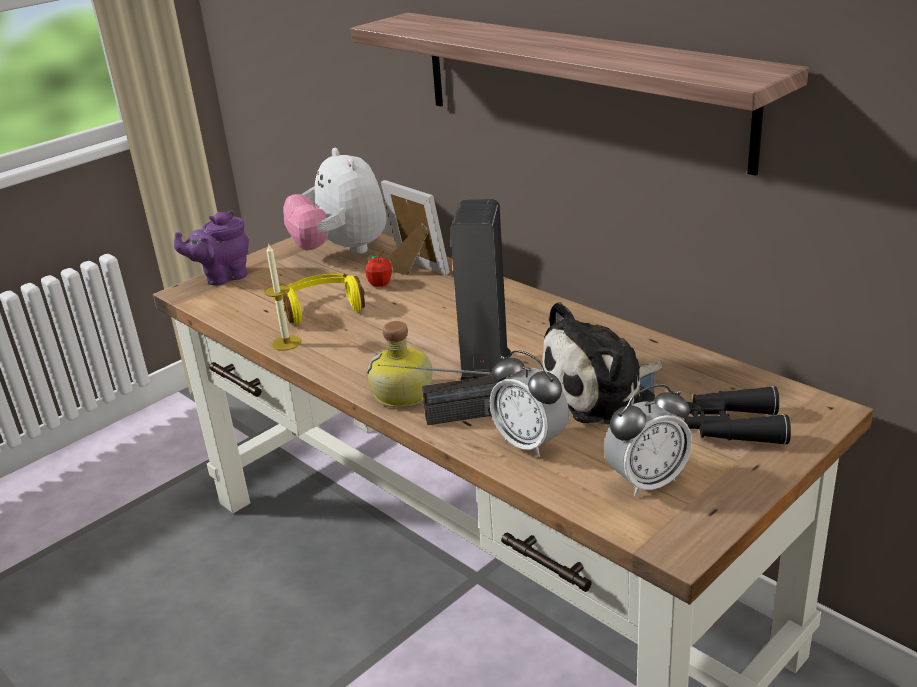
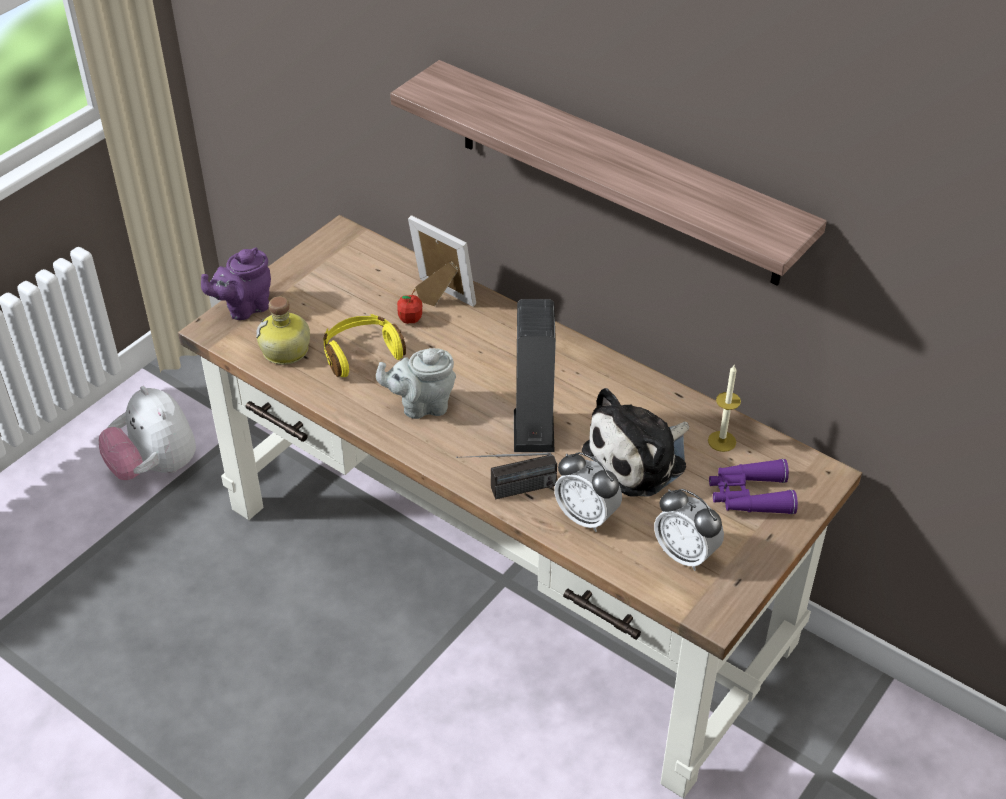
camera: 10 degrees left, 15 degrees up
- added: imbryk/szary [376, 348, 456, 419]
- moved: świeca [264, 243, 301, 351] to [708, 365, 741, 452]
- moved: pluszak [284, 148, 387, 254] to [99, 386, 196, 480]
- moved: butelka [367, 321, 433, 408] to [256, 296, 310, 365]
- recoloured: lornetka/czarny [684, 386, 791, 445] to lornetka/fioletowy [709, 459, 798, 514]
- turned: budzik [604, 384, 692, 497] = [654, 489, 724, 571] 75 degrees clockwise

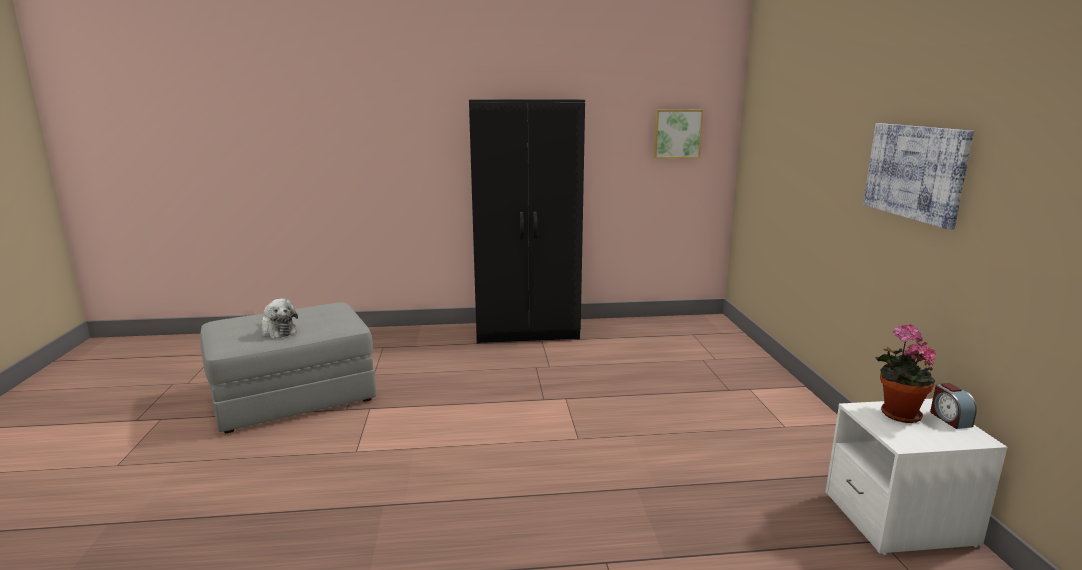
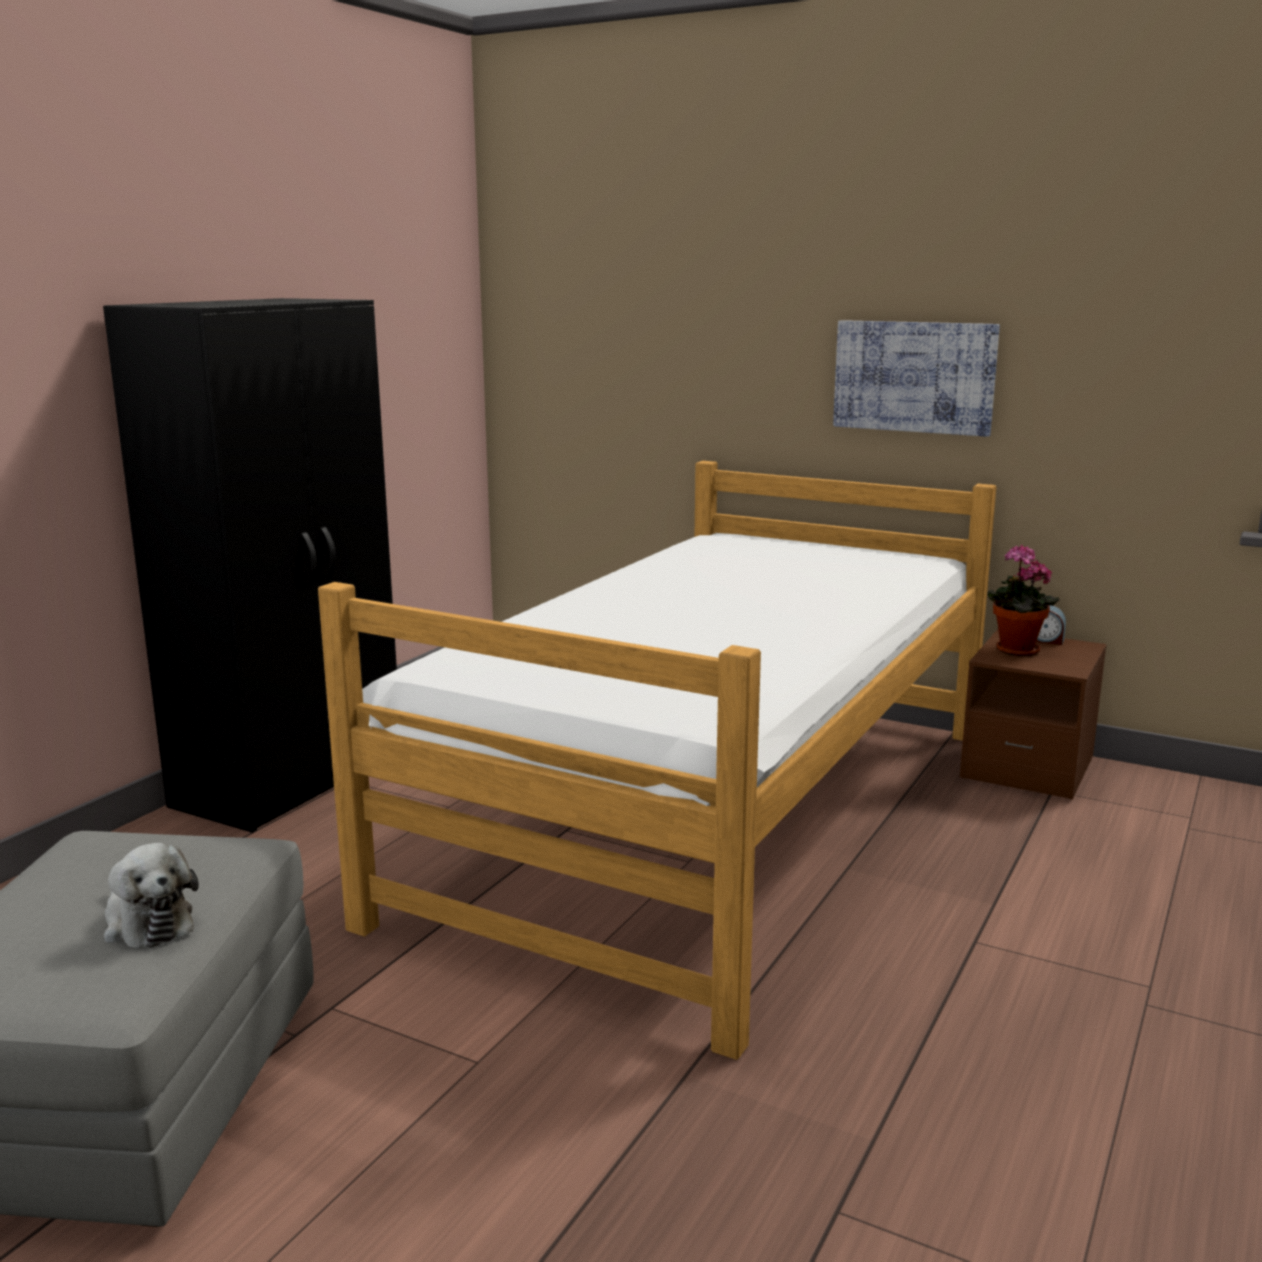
camera: 55 degrees left, 0 degrees up
- removed: obraz [653, 110, 704, 159]
- added: łóżko [318, 461, 996, 1060]
- recoloured: szafka nocna/biały [825, 399, 1008, 555] to szafka nocna/brązowy [960, 629, 1107, 799]
- turned: pluszak [261, 299, 298, 338] = [104, 843, 199, 948] 60 degrees clockwise

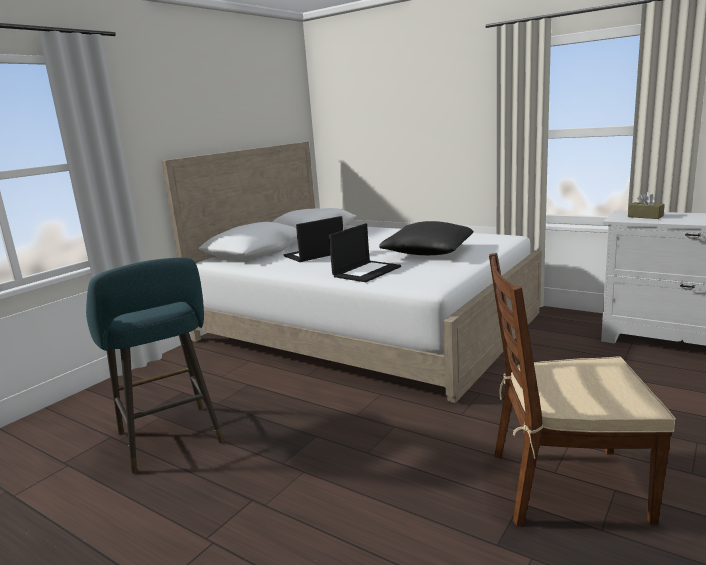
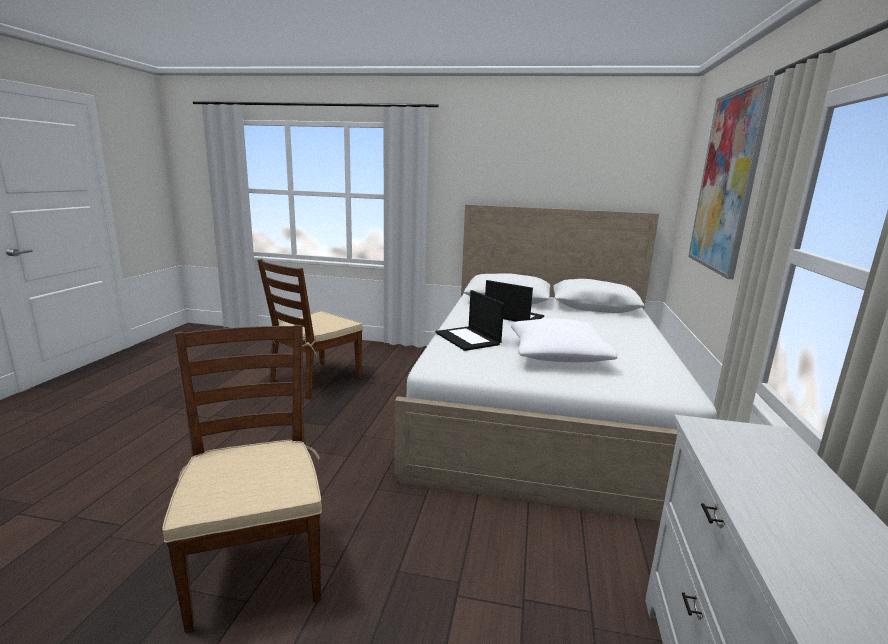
camera: 65 degrees right, 0 degrees up
- removed: pudełko chusteczek/brązowy [628, 192, 665, 219]
- added: obraz [688, 75, 776, 279]
- replaced: stołek/turkusowy [86, 257, 224, 474] to krzesło/brązowy [257, 259, 363, 399]
- recoloured: poduszka/czarny [379, 221, 473, 255] to poduszka/biały [511, 319, 618, 362]
- turned: laptop [329, 223, 401, 282] = [435, 290, 504, 351] 45 degrees clockwise

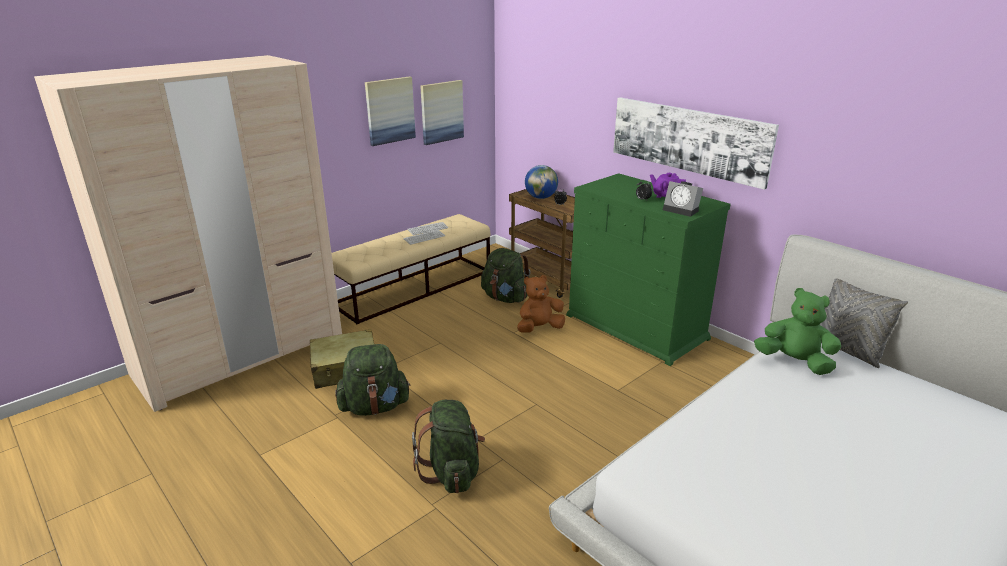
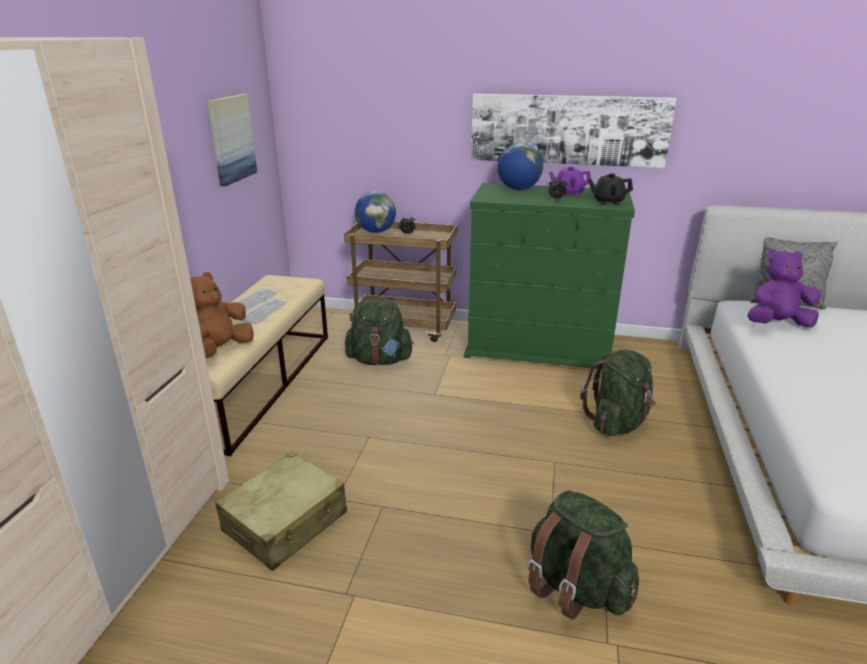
camera: 35 degrees left, 0 degrees up
- removed: obraz [365, 76, 416, 146]
- added: globus [498, 143, 543, 190]
- moved: plecak/zielony [335, 344, 411, 416] to [580, 349, 656, 436]
- moved: pluszak/brązowy [517, 275, 565, 333] to [190, 272, 254, 358]
- replaced: budzik [663, 181, 703, 217] to imbryk/czarny [588, 173, 633, 205]
- recoloured: pluszak/zielony [754, 288, 841, 375] to pluszak/fioletowy [748, 249, 821, 328]

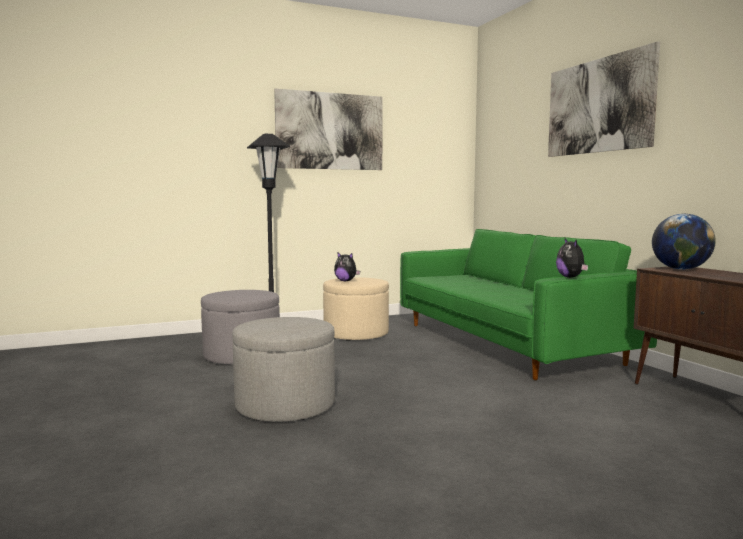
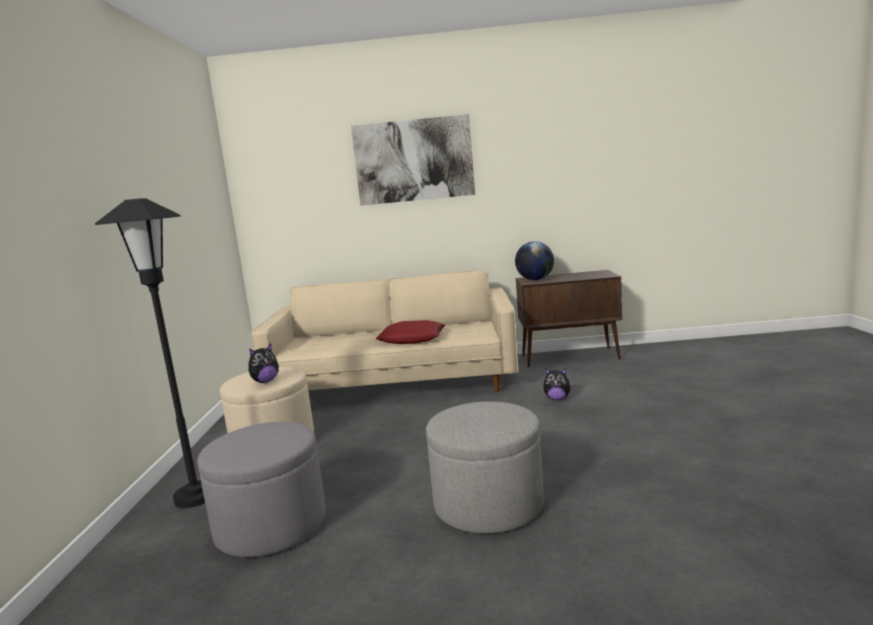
camera: 65 degrees left, 5 degrees up
- removed: obraz [274, 88, 383, 170]
- added: poduszka/czerwony [376, 320, 445, 344]
- moved: pluszak [556, 239, 588, 278] to [543, 368, 573, 400]
- recoloured: kanapa/zielony [400, 229, 657, 380] to kanapa/beżowy [251, 270, 518, 392]

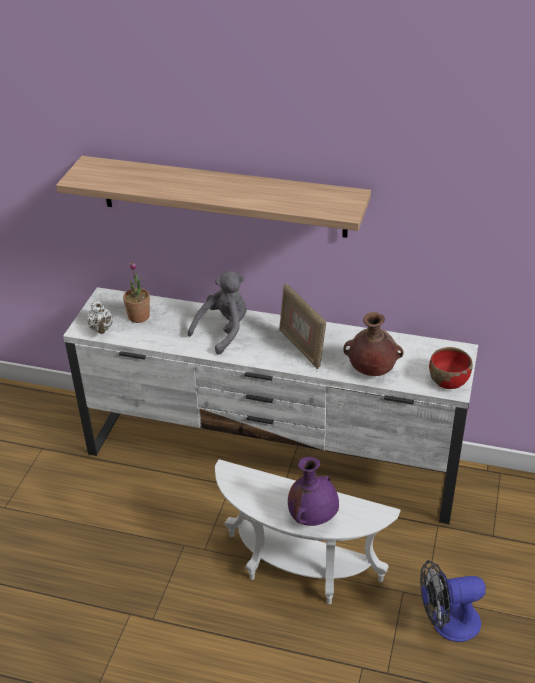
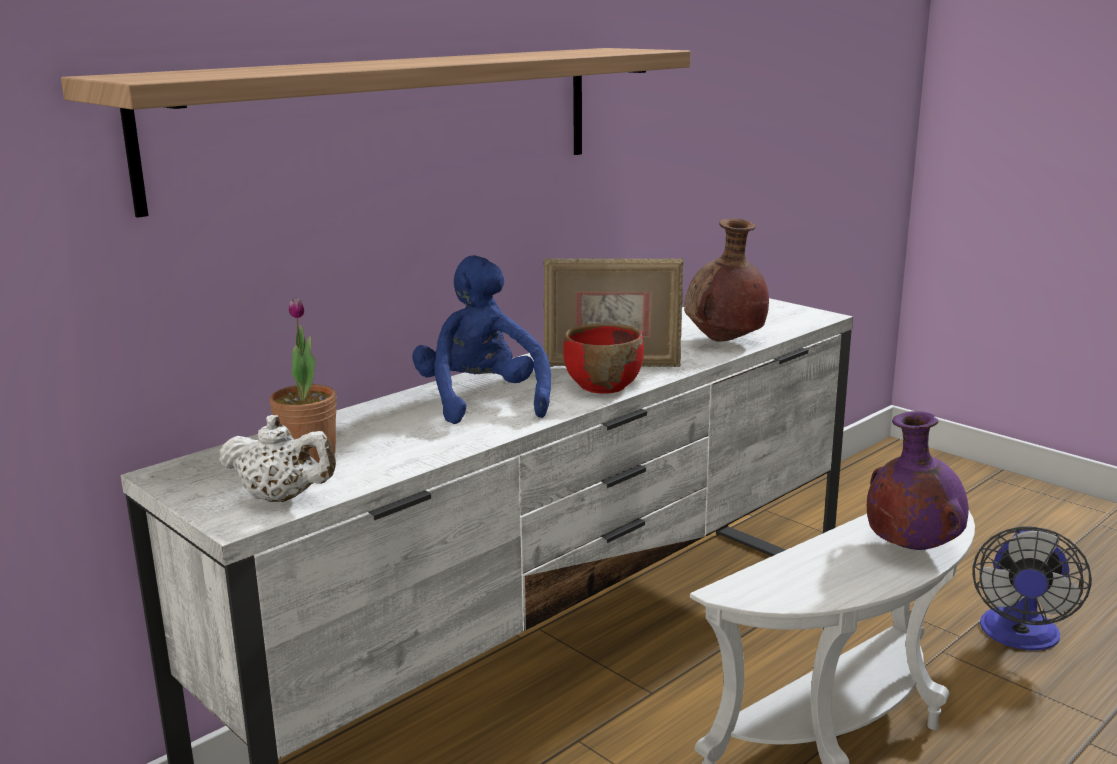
camera: 60 degrees left, 20 degrees down
- moved: miska/czerwony [429, 347, 473, 389] to [563, 324, 644, 393]
- recoloured: pluszak/szary [188, 270, 247, 355] to pluszak/niebieski [412, 255, 551, 424]

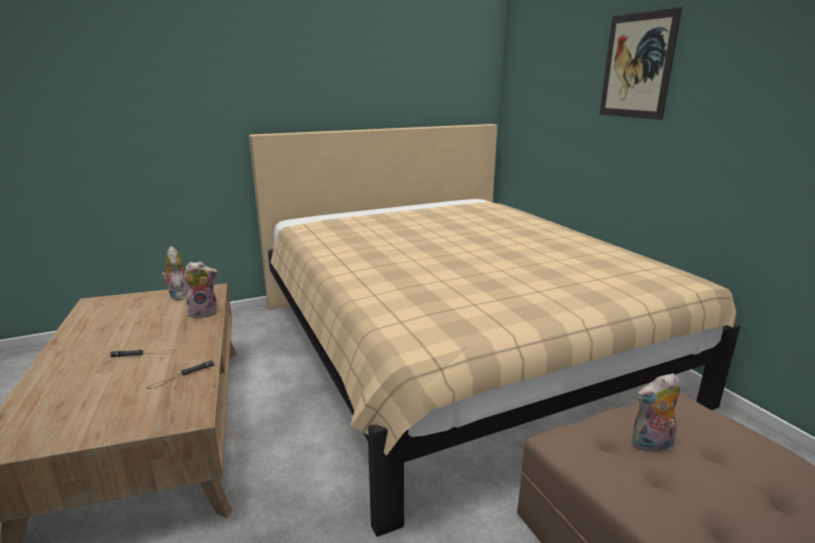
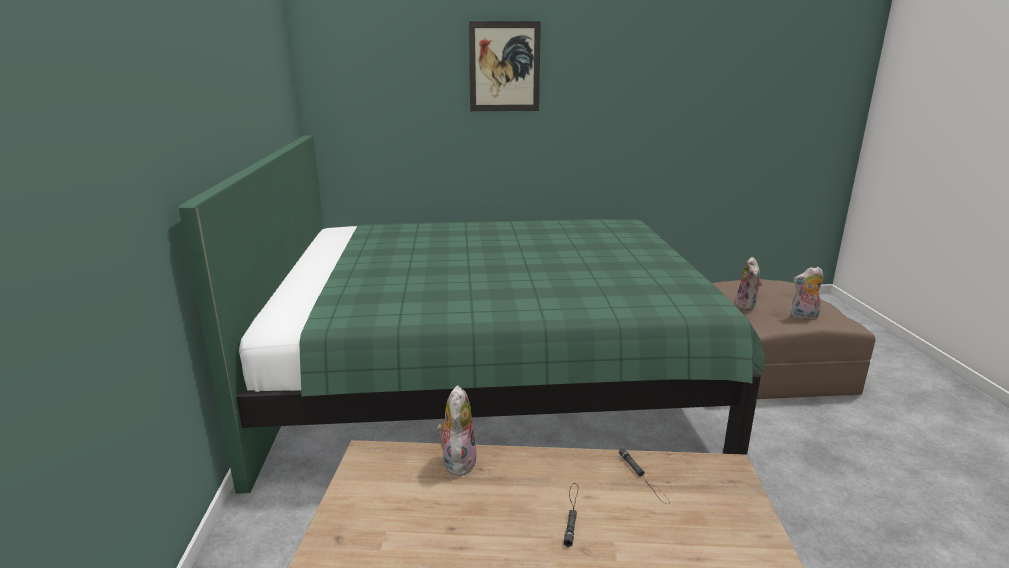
camera: 70 degrees left, 0 degrees up
- moved: pluszak [162, 246, 189, 300] to [791, 267, 824, 319]
- recoloured: łóżko/beżowy [249, 124, 740, 537] to łóżko/zielony [178, 136, 766, 494]

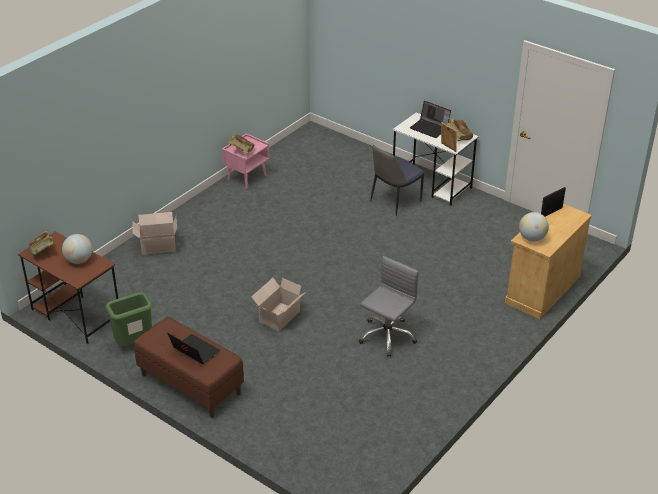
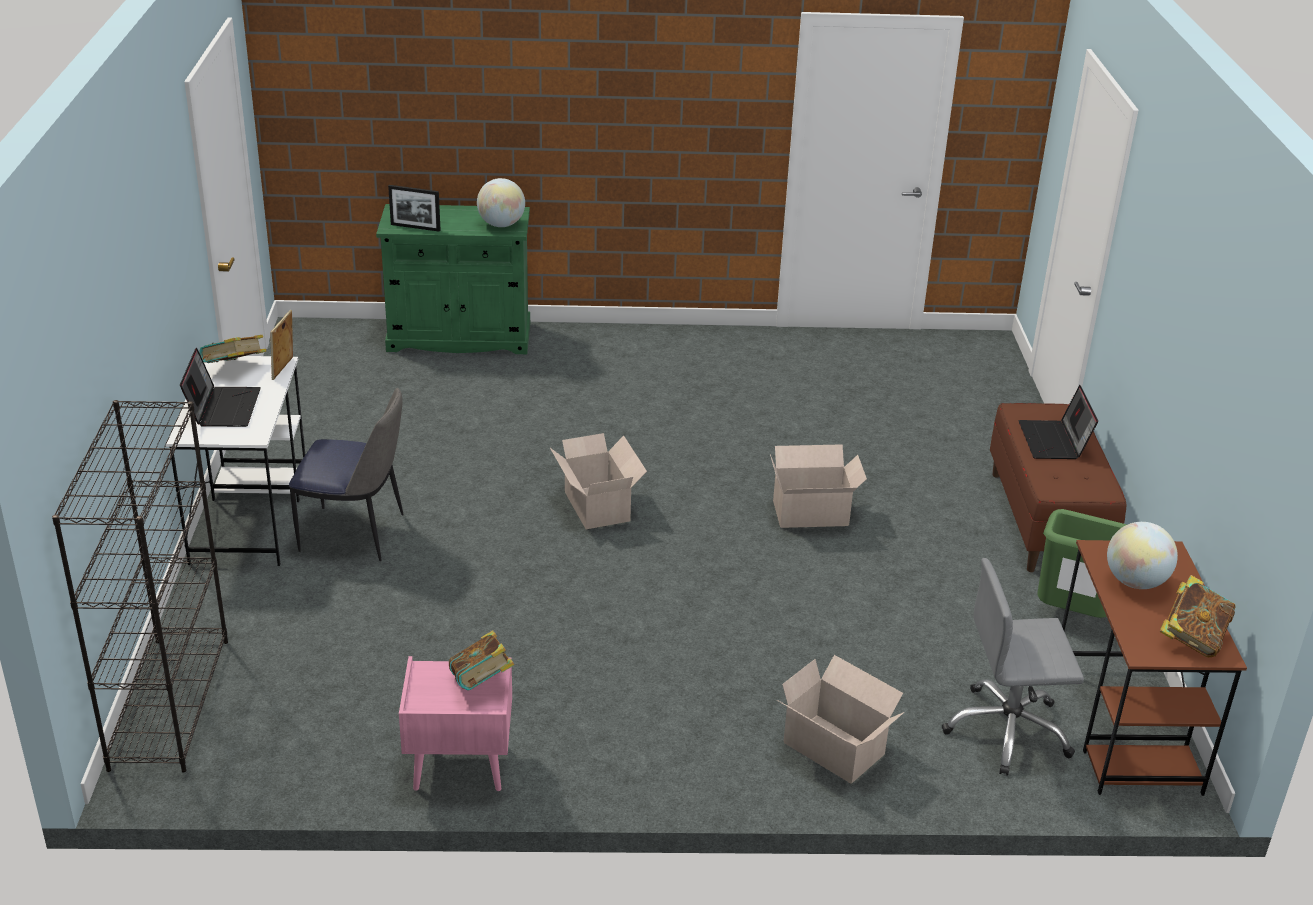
camera: 130 degrees left, 5 degrees down
- added: regał/czarny [52, 400, 228, 773]
- added: karton [550, 433, 647, 529]
- moved: krzesło biurowe/szary [358, 256, 419, 357] to [942, 558, 1084, 776]
- recoloured: szafka/beżowy [505, 204, 592, 319] to szafka/zielony [376, 204, 530, 354]

